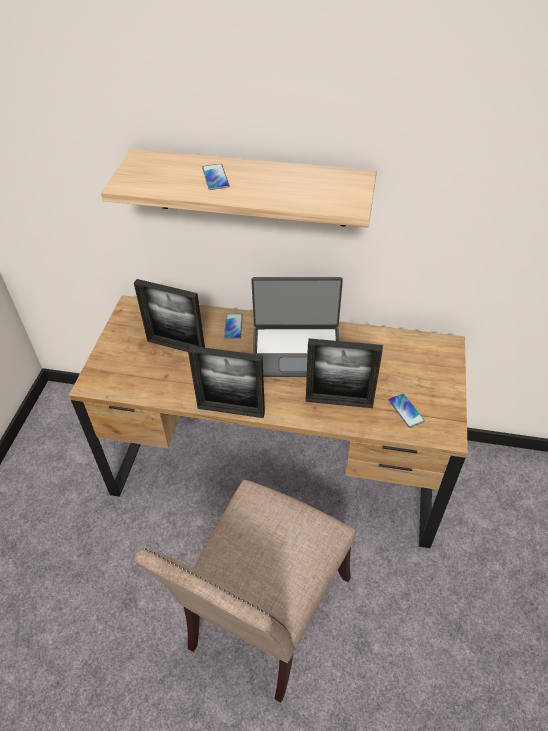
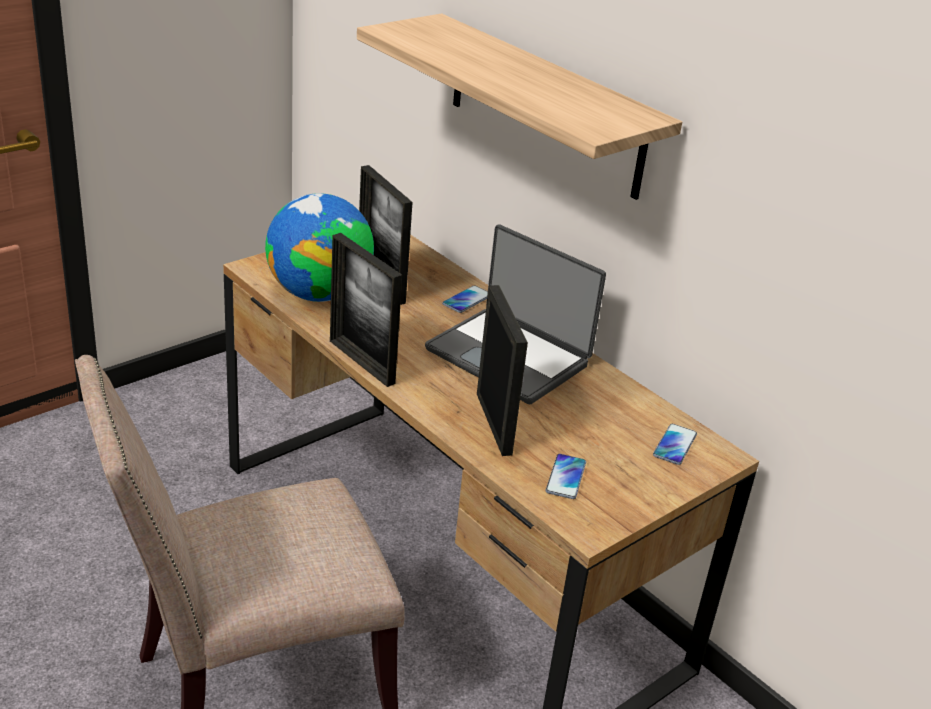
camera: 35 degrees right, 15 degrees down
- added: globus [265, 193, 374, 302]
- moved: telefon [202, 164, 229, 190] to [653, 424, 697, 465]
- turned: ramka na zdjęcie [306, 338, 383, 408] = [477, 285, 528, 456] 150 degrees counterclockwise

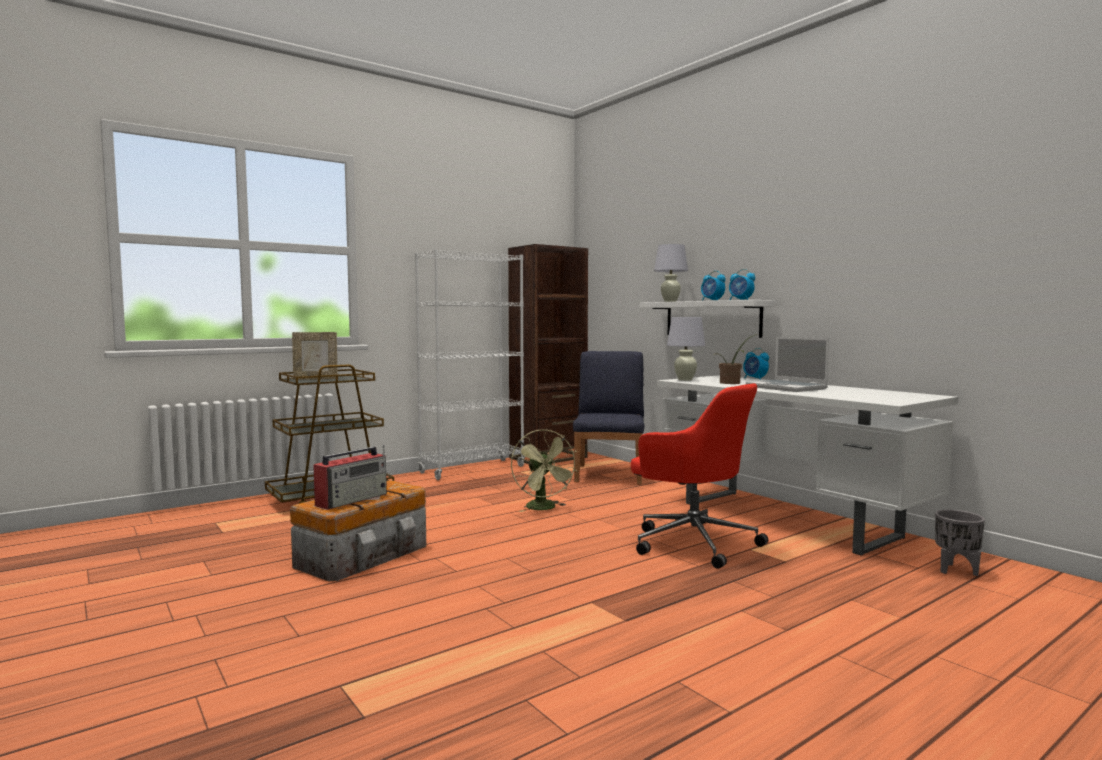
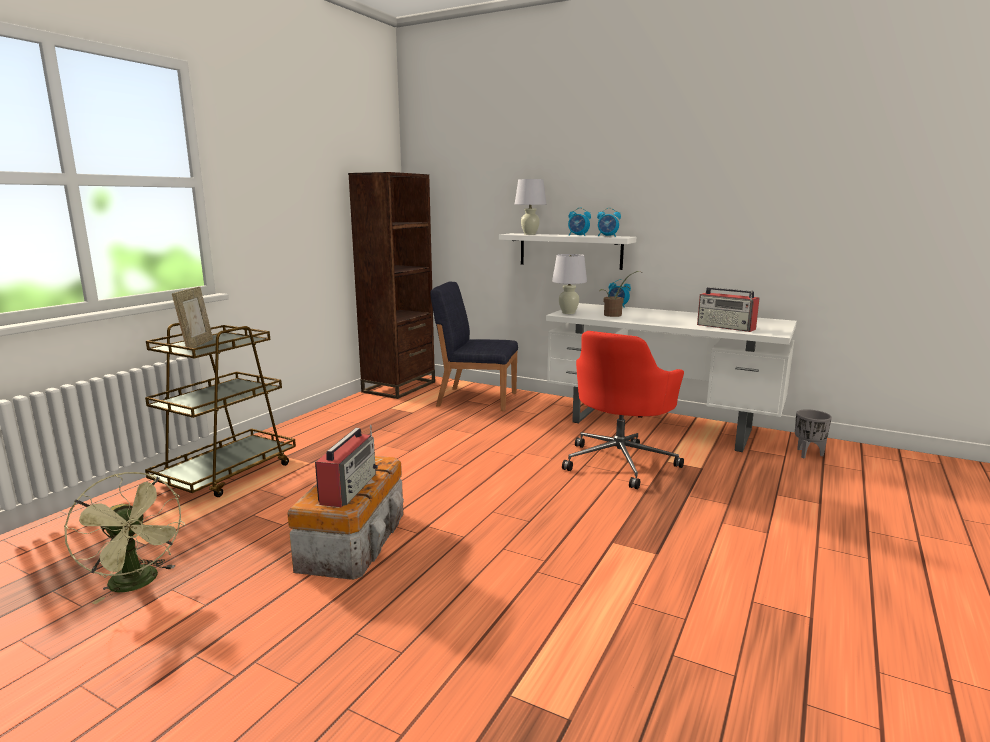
camera: 25 degrees left, 10 degrees up
- removed: regał/biały [415, 249, 525, 480]
- removed: laptop [746, 337, 829, 392]
- added: radio [697, 287, 760, 332]
- moved: wentylator/zielony [511, 429, 577, 512] to [64, 472, 185, 604]
- turned: ramka na zdjęcie [292, 332, 338, 380] = [172, 287, 213, 348] 45 degrees counterclockwise
- turned: krzesło/niebieski [573, 351, 644, 484] = [430, 282, 518, 411] 60 degrees counterclockwise
- turned: krzesło biurowe/czerwony [631, 383, 768, 569] = [562, 331, 684, 489] 105 degrees clockwise

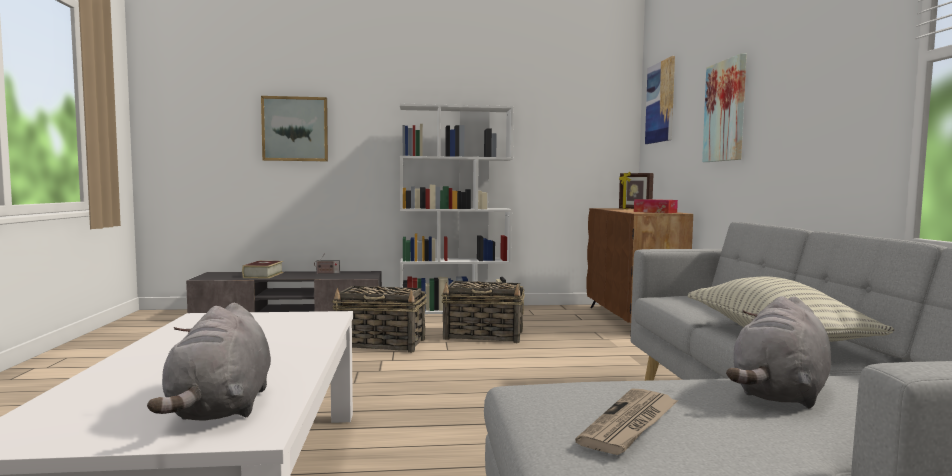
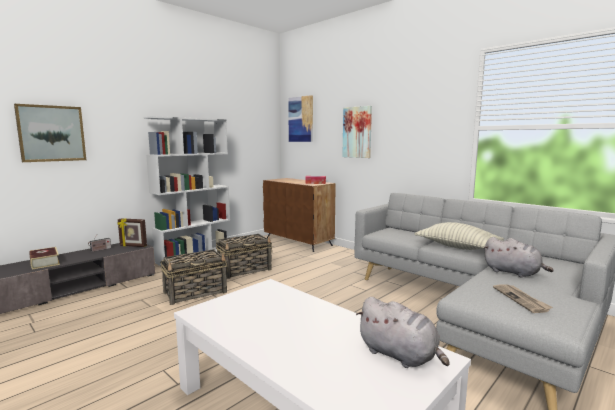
camera: 40 degrees left, 5 degrees up
- moved: ramka na zdjęcie [619, 172, 654, 209] to [117, 218, 147, 247]
- turned: pluszak/szary [726, 296, 831, 409] = [484, 237, 554, 278] 45 degrees counterclockwise

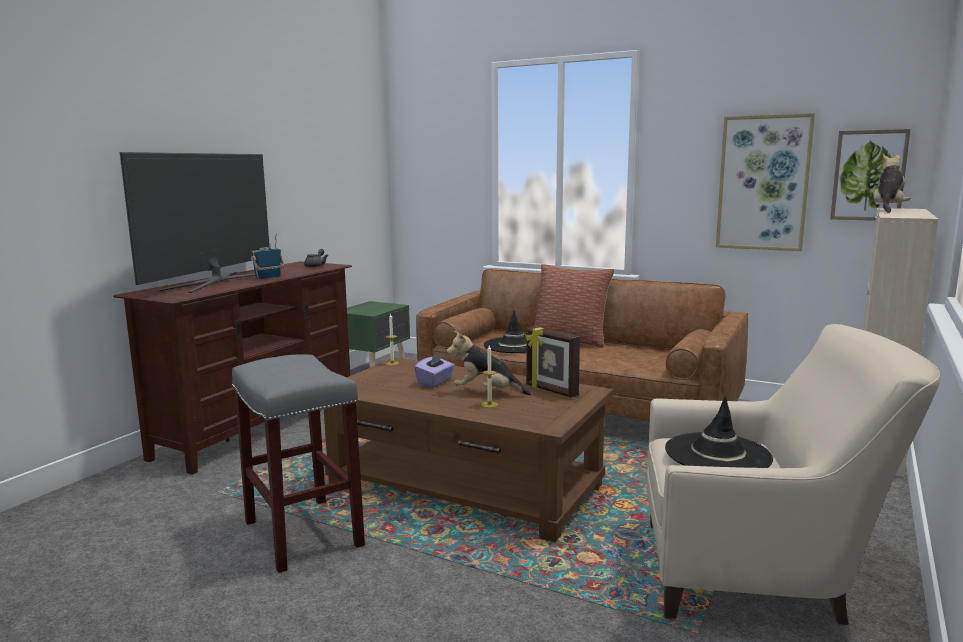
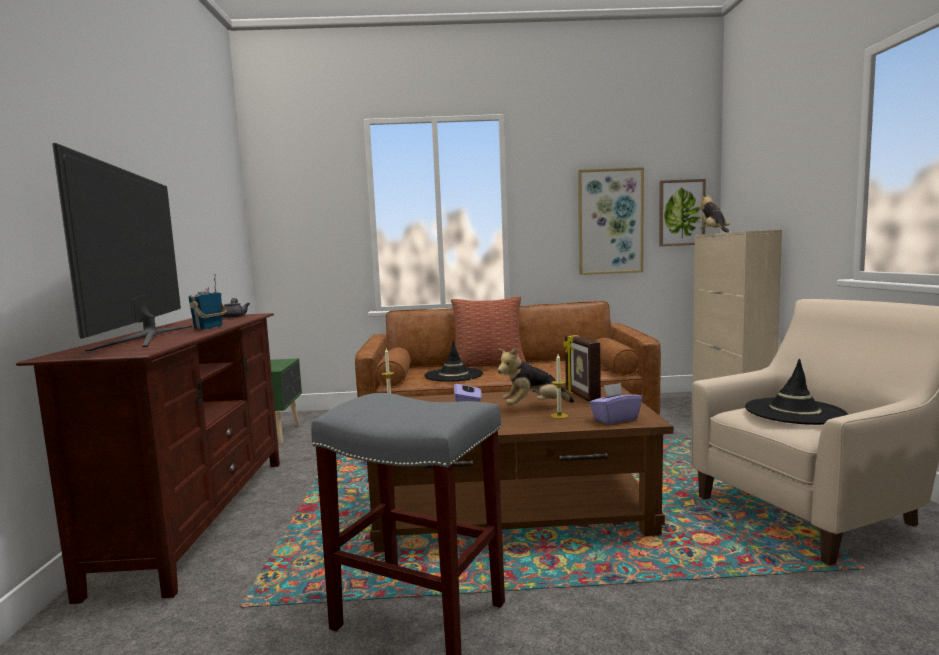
camera: 30 degrees left, 5 degrees down
- added: pudełko chusteczek/fioletowy [589, 383, 642, 424]
- turned: ramka na zdjęcie [525, 326, 580, 398] = [563, 335, 601, 402] 60 degrees clockwise

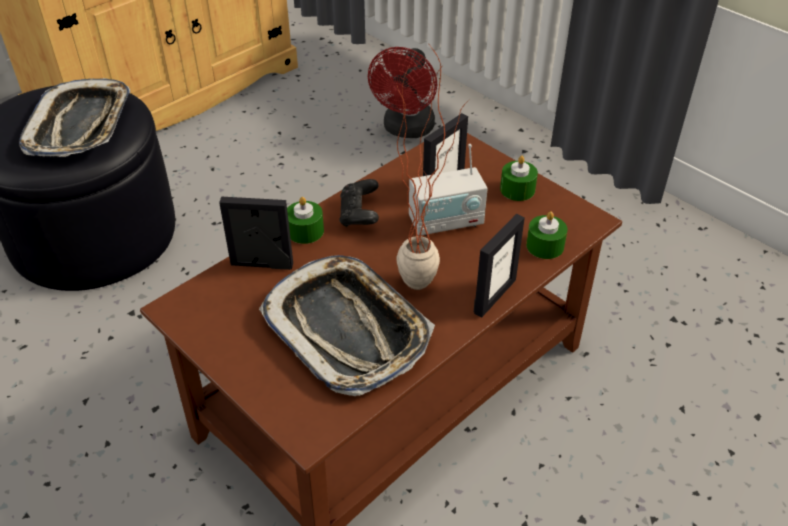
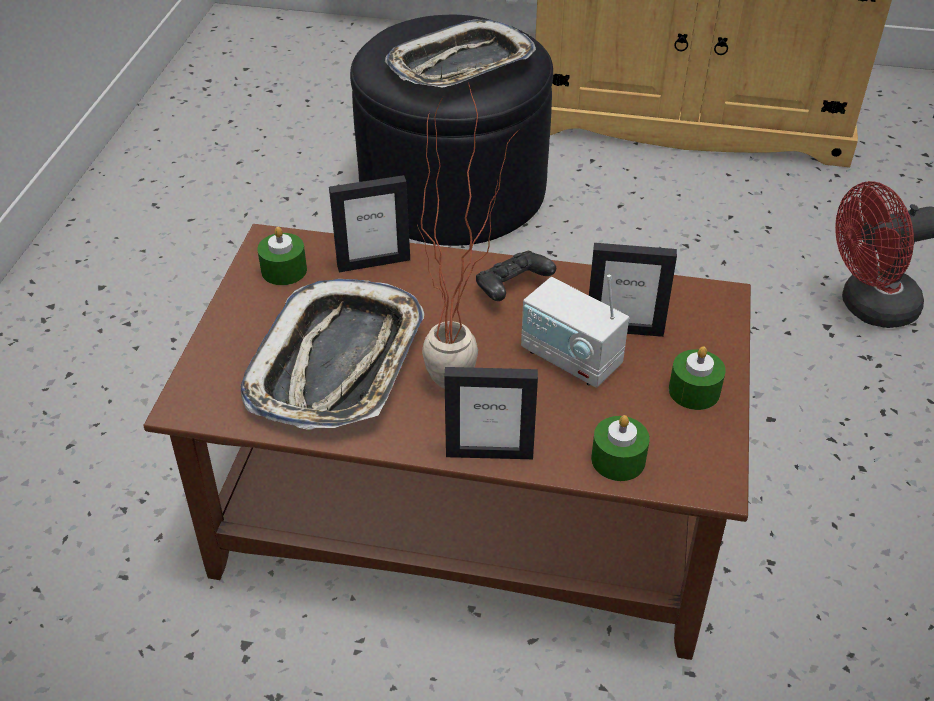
camera: 55 degrees right, 0 degrees up
- moved: świeca/zielony [287, 197, 324, 244] to [257, 227, 307, 285]
- turned: ramka na zdjęcie [219, 197, 293, 270] = [329, 175, 410, 272] 105 degrees clockwise

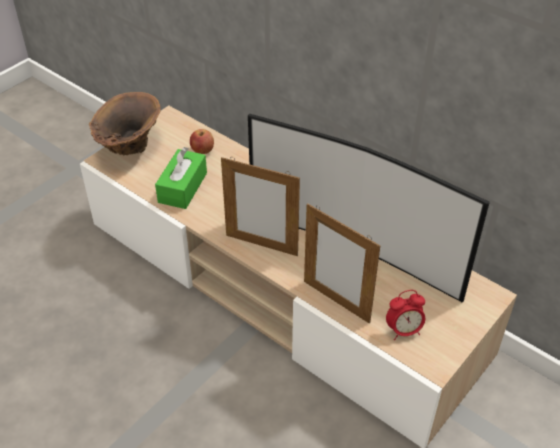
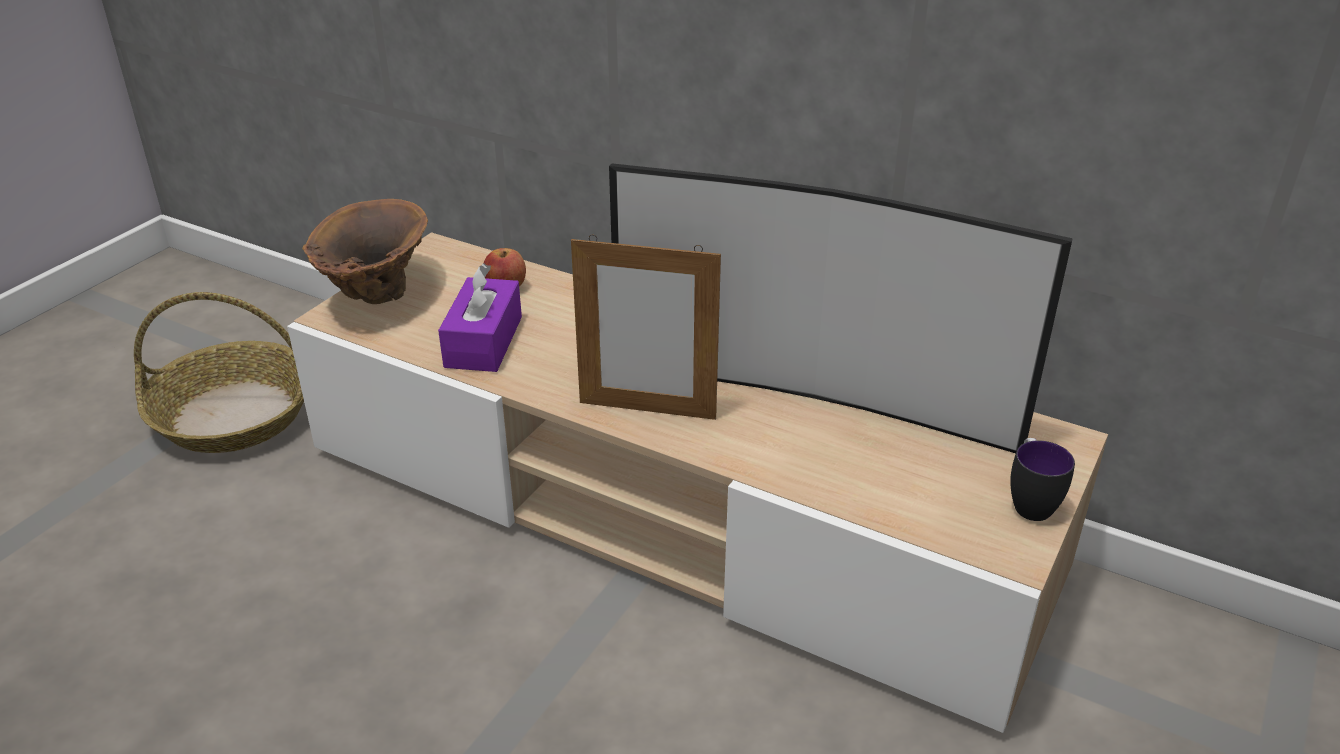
camera: 10 degrees left, 10 degrees down
- removed: ramka na zdjęcie [304, 203, 380, 324]
- removed: budzik [386, 290, 425, 340]
- added: koszyk [134, 292, 304, 453]
- added: kubek [1010, 438, 1075, 521]
- recoloured: pudełko chusteczek/zielony [155, 147, 207, 209] to pudełko chusteczek/fioletowy [438, 263, 522, 372]

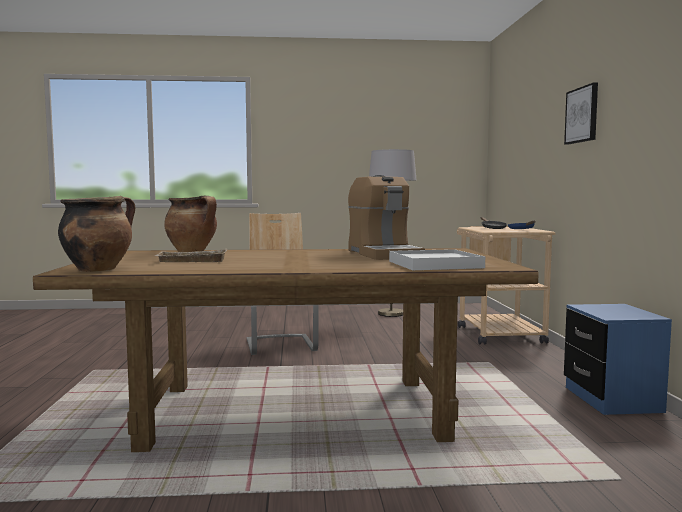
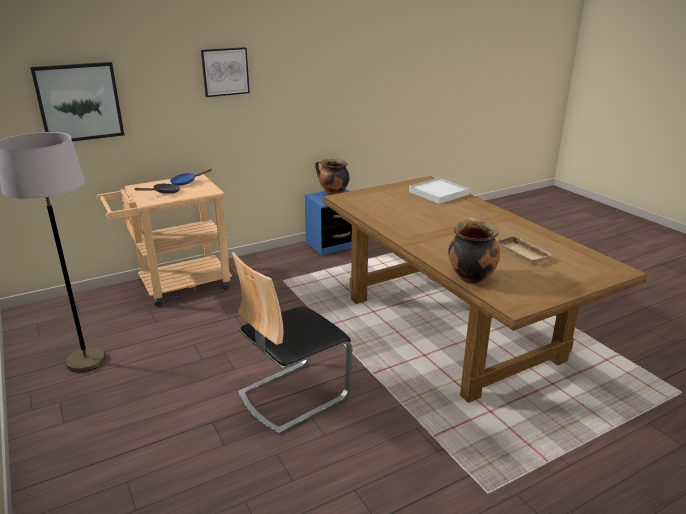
camera: 115 degrees left, 20 degrees up
- removed: ekspres do kawy [348, 175, 425, 260]
- added: obraz [30, 62, 124, 141]
- moved: garnek [58, 196, 135, 272] to [315, 159, 350, 195]

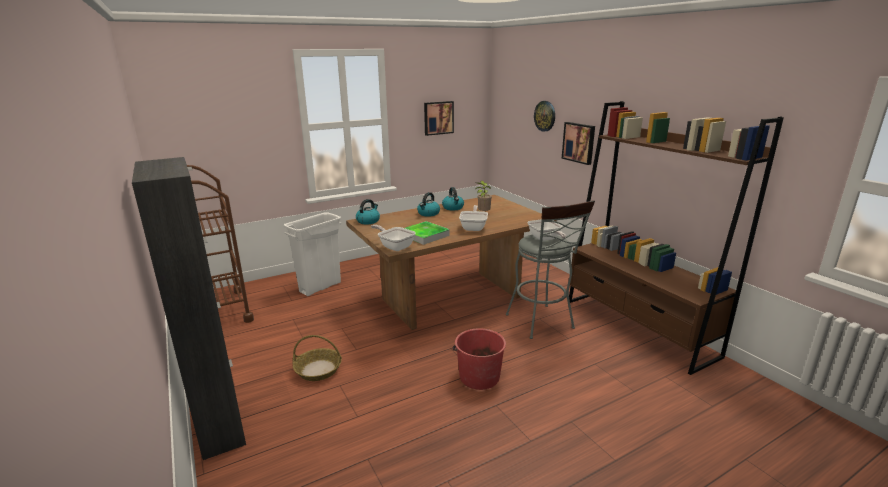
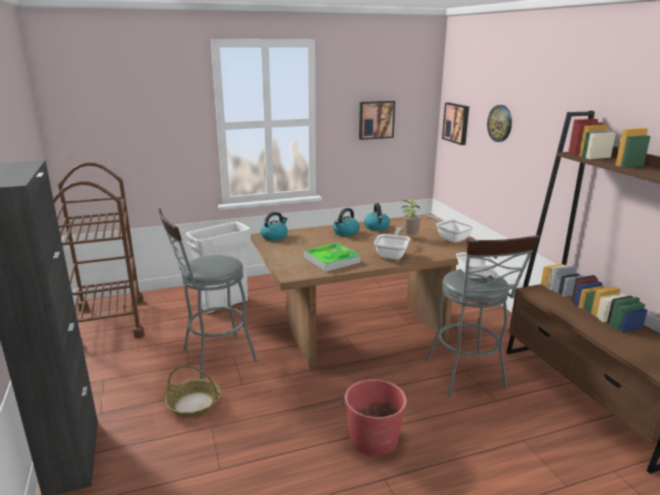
camera: 10 degrees right, 0 degrees up
- added: stołek/szary [158, 208, 258, 378]
- moved: patelnia [371, 225, 416, 251] to [426, 215, 474, 243]
- moved: obraz [562, 122, 595, 165] to [442, 103, 469, 145]

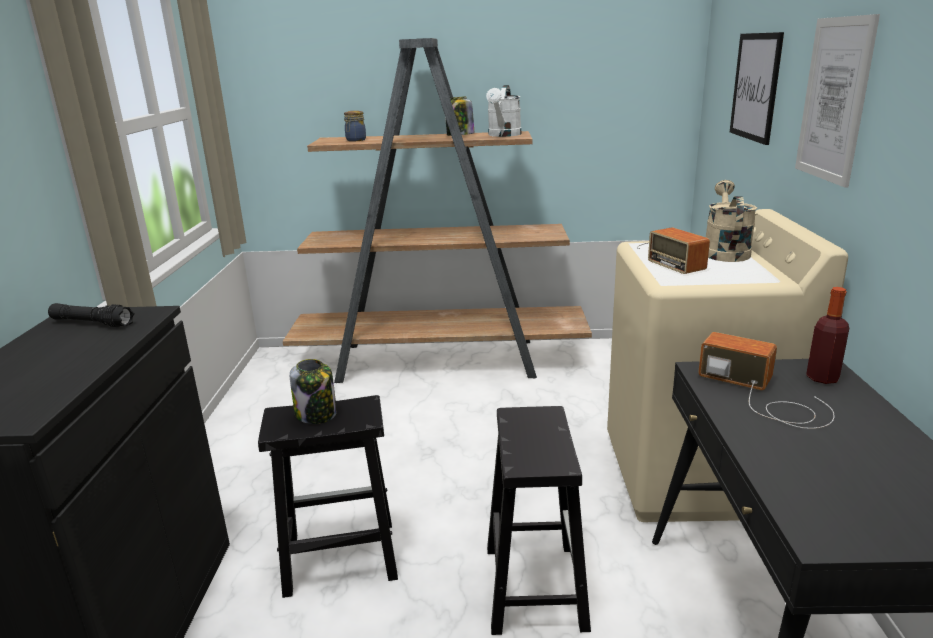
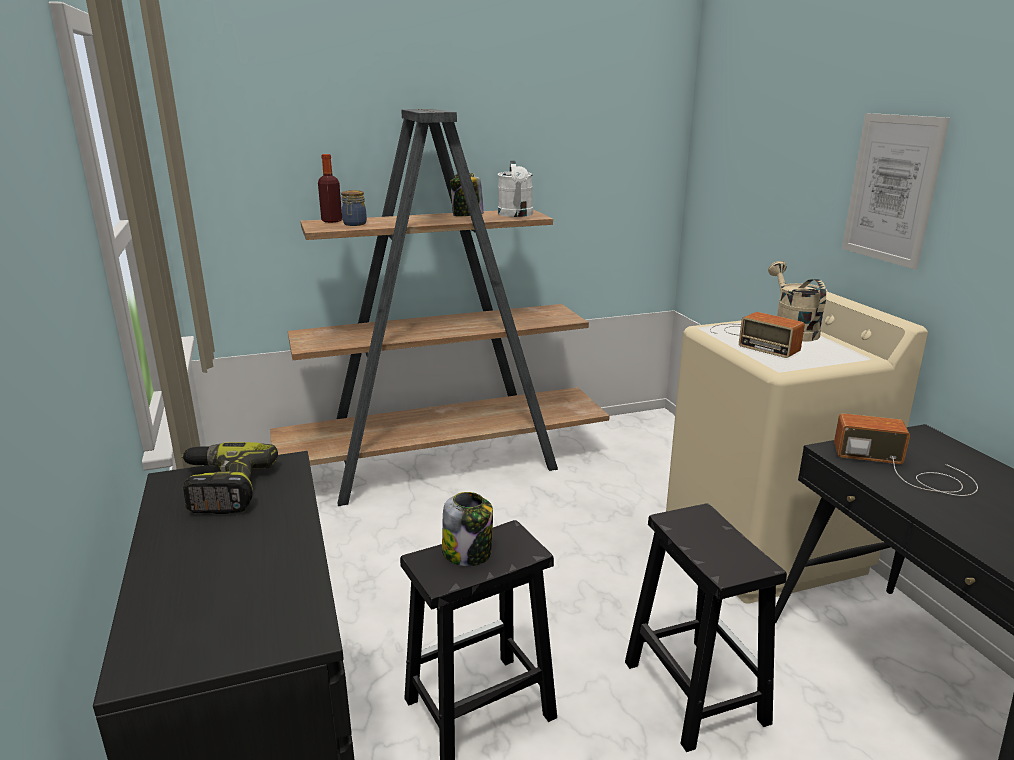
camera: 20 degrees left, 0 degrees up
- removed: obraz [730, 32, 784, 145]
- moved: butelka [806, 287, 849, 384] to [318, 154, 342, 223]
- replaced: latarka/czarny [48, 303, 135, 327] to wiertarka [181, 442, 278, 514]

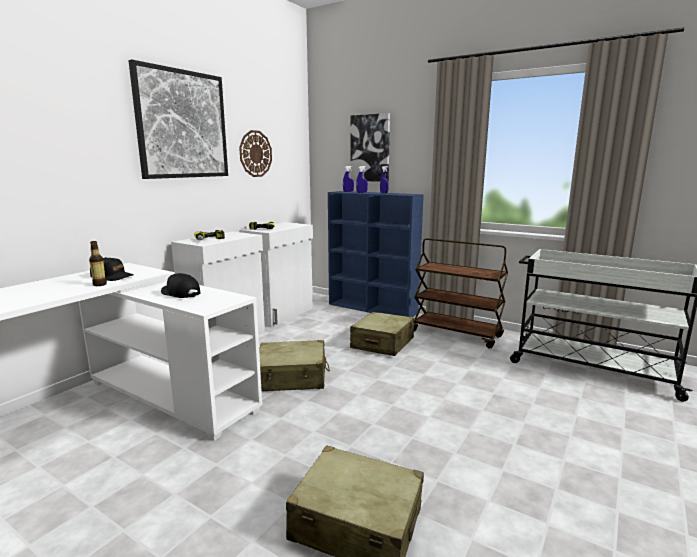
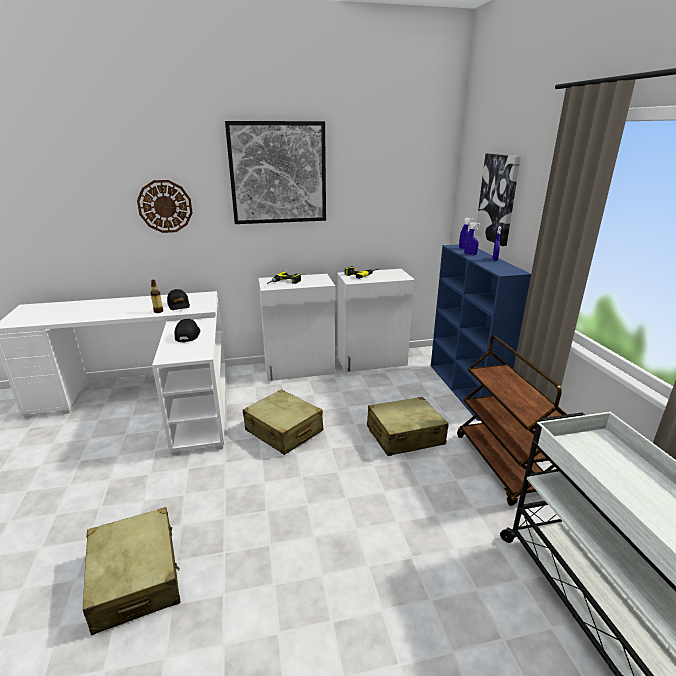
camera: 45 degrees right, 10 degrees up
- moved: zegar ścienny [239, 130, 272, 177] to [137, 180, 193, 233]

